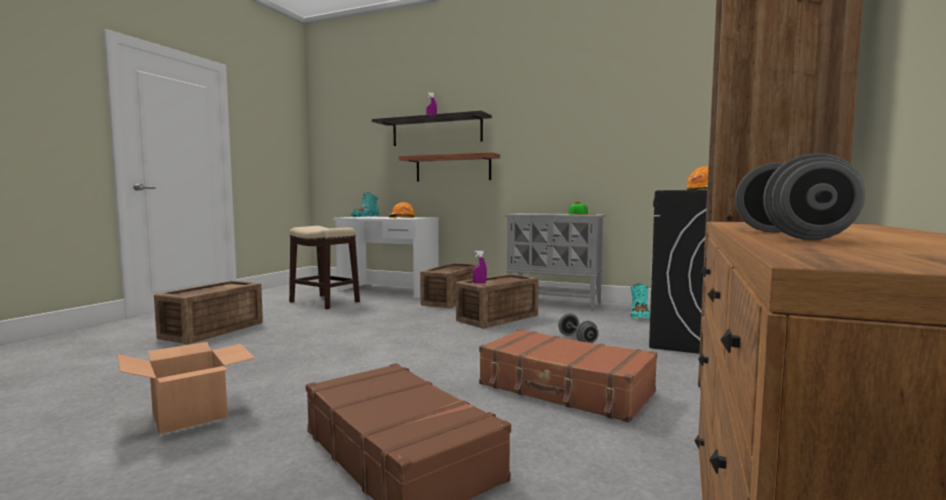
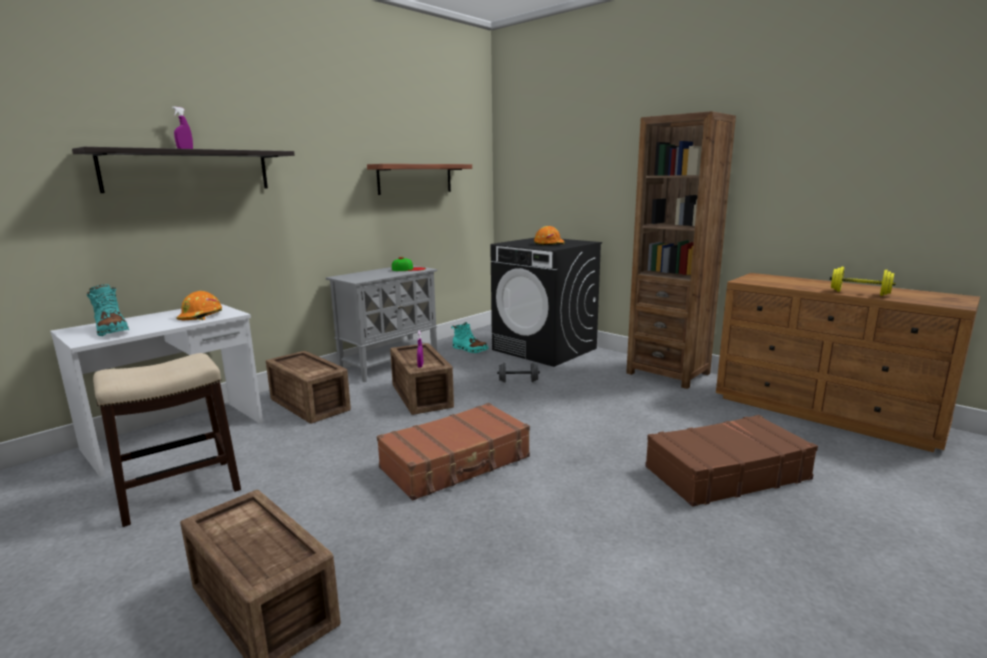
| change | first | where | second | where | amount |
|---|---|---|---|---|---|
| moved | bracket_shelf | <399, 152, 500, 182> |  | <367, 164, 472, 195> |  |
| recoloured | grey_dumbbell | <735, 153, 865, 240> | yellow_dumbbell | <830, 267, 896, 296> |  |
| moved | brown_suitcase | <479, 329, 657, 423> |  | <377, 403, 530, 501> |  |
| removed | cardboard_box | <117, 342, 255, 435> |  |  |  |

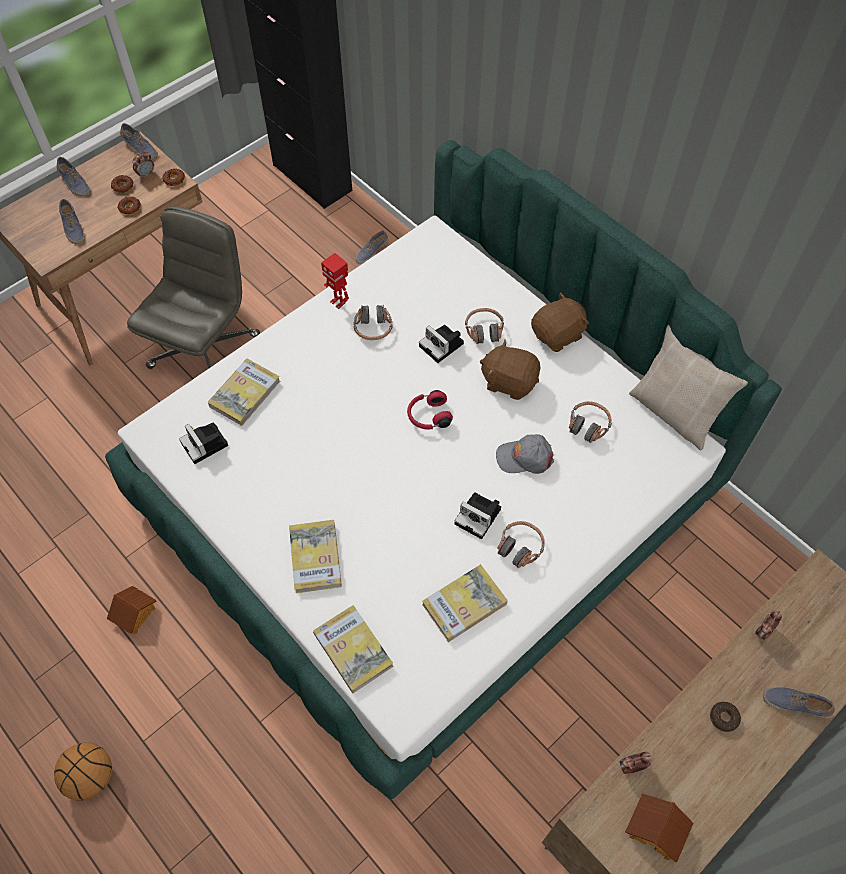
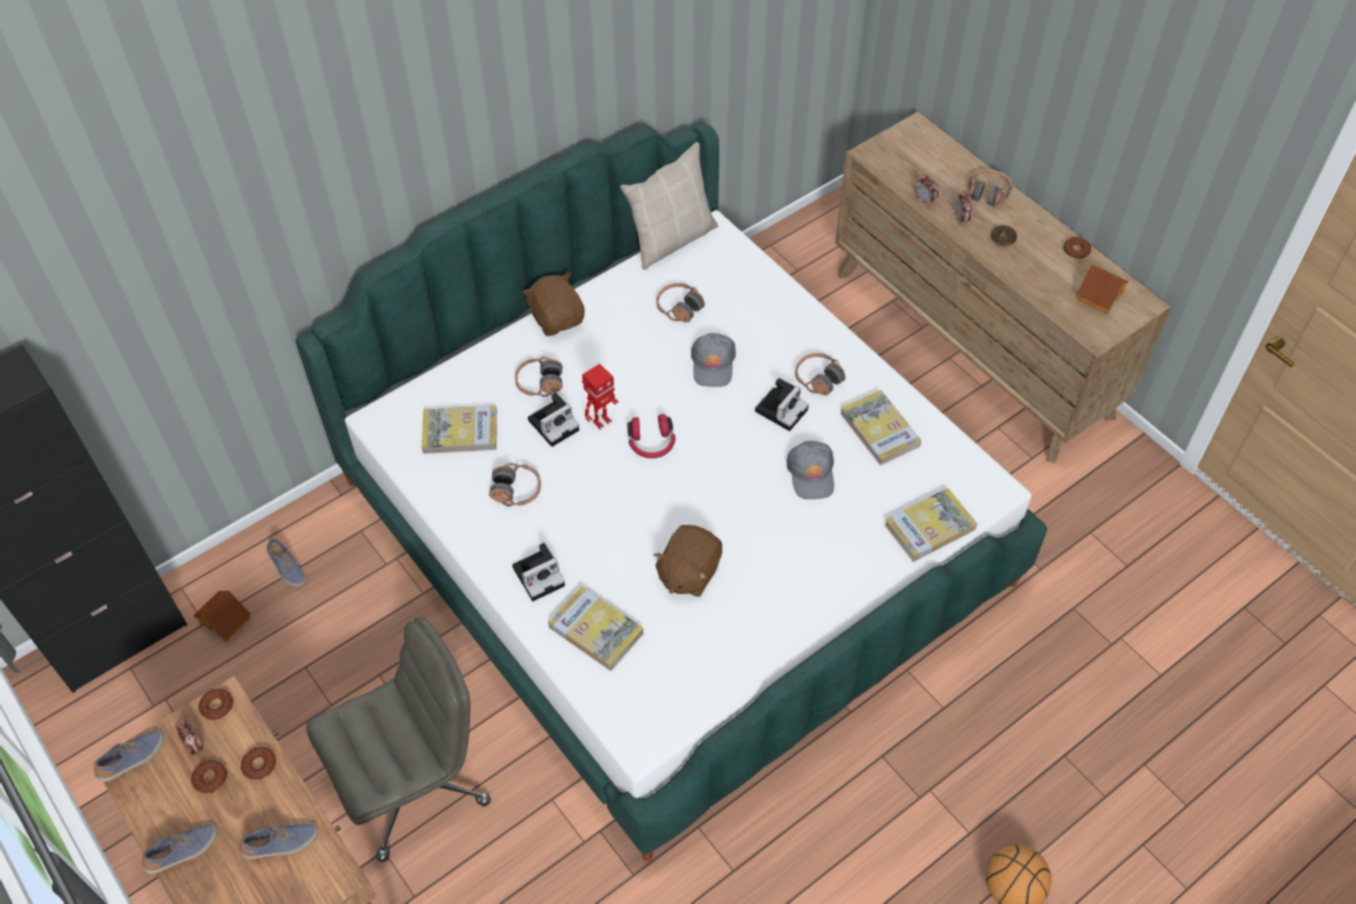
| change | first | where | second | where | amount |
|---|---|---|---|---|---|
| turned | grey_desk_chair | <127, 206, 260, 369> |  | <306, 617, 491, 862> | 120 degrees clockwise |
| moved | model_robot | <321, 253, 349, 309> |  | <582, 364, 619, 429> |  |
| moved | brown_plush_toy | <480, 340, 541, 400> |  | <653, 525, 722, 597> |  |
| moved | photo_camera | <179, 423, 228, 464> |  | <512, 543, 565, 601> |  |
| moved | volume | <289, 520, 342, 593> |  | <421, 406, 497, 454> |  |
| moved | model_house | <107, 586, 157, 634> |  | <193, 590, 251, 642> |  |
| replaced | low_shoe | <763, 687, 835, 718> | headphones | <969, 169, 1013, 207> |  |
| moved | table_clock | <620, 752, 652, 774> |  | <955, 191, 972, 225> |  |
| added |  |  | donut | <1063, 237, 1091, 259> |  |
| added |  |  | grey_baseball_cap | <786, 441, 834, 499> |  |

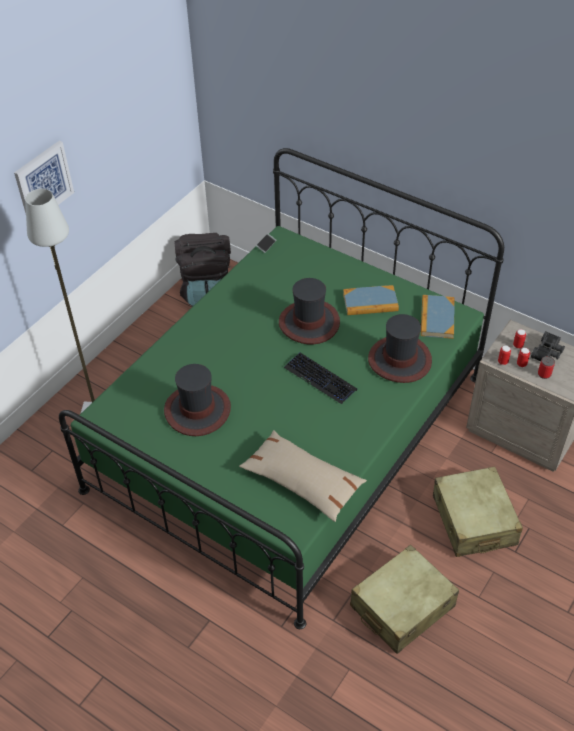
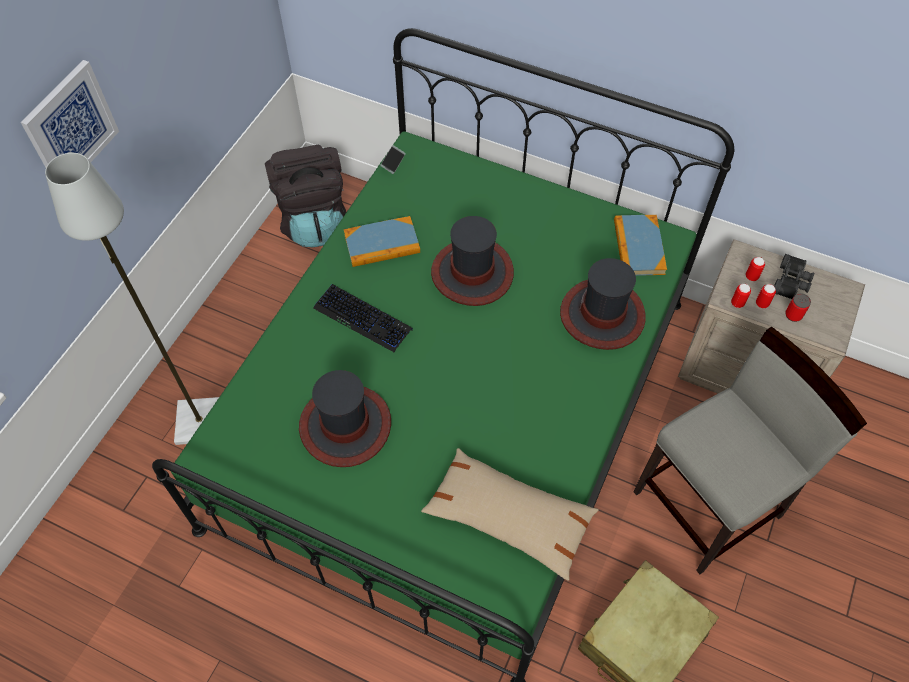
| change | first | where | second | where | amount |
|---|---|---|---|---|---|
| moved | volume | <343, 285, 399, 315> |  | <344, 216, 420, 267> |  |
| moved | computer_keyboard | <284, 353, 357, 404> |  | <313, 284, 413, 352> |  |
| replaced | sand-coloured_suitcase | <433, 466, 523, 557> | grey_chair | <633, 327, 867, 574> |  |

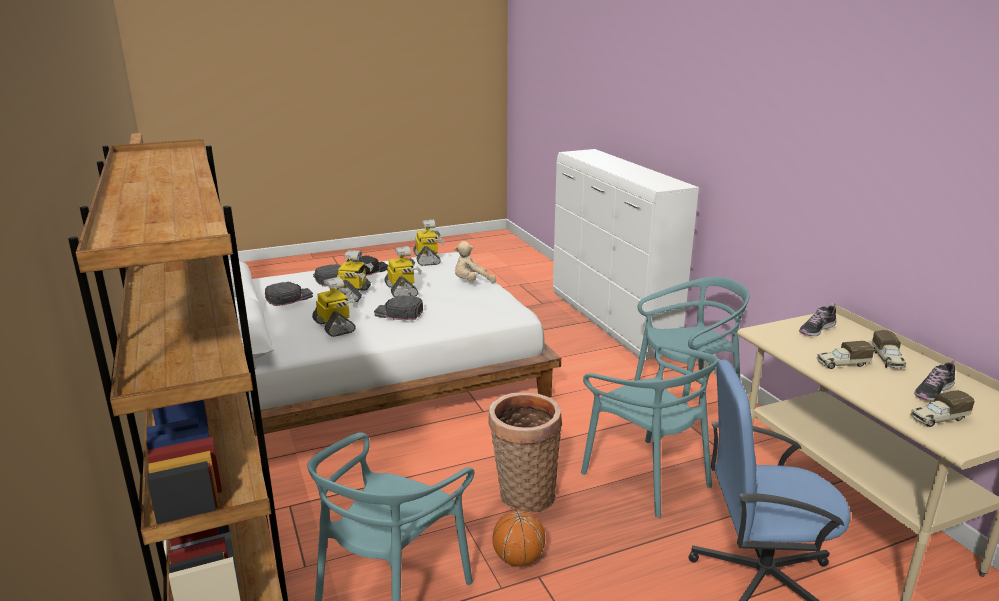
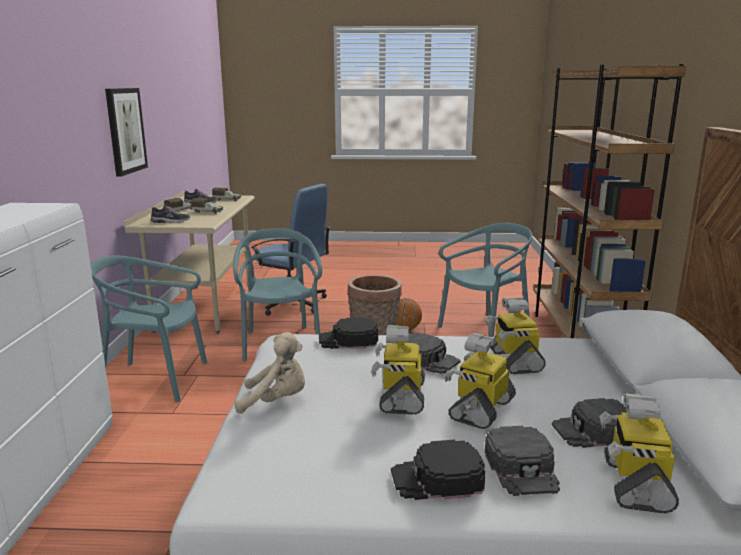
| change | first | where | second | where | amount |
|---|---|---|---|---|---|
| moved | model_robot | <413, 220, 444, 266> |  | <599, 393, 679, 513> |  |
| added |  |  | wall_art | <105, 88, 148, 177> |  |
| added |  |  | black_baseball_cap | <319, 317, 378, 349> |  |

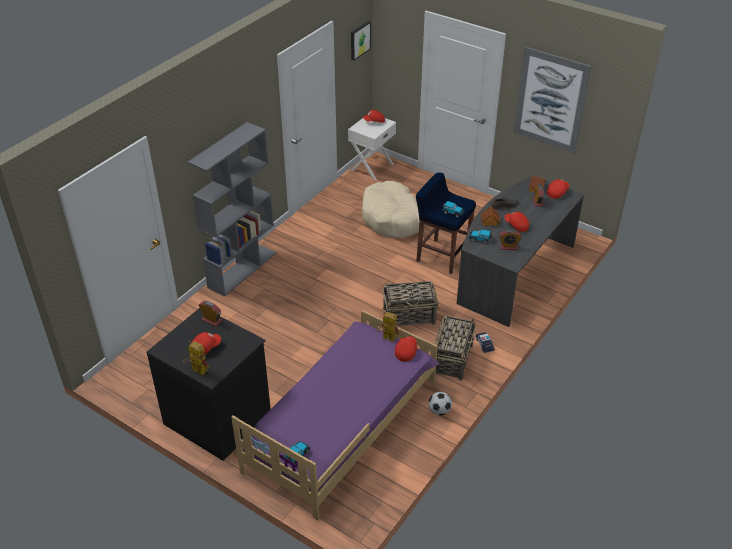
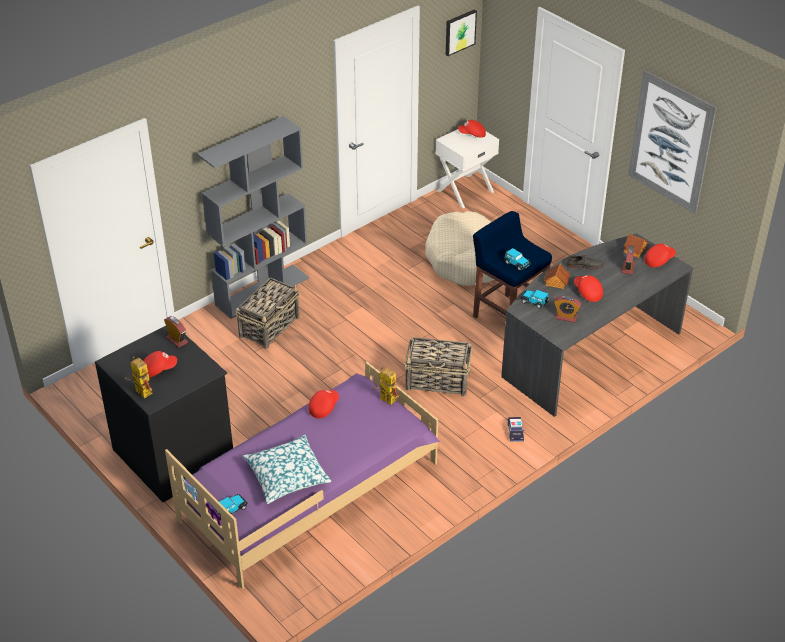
| change | first | where | second | where | amount |
|---|---|---|---|---|---|
| moved | basket | <435, 316, 476, 381> |  | <236, 277, 299, 349> |  |
| moved | red-coloured_baseball_cap | <395, 336, 417, 362> |  | <308, 390, 339, 419> |  |
| removed | football | <429, 392, 452, 415> |  |  |  |
| added |  |  | throw_pillow | <243, 435, 332, 504> |  |

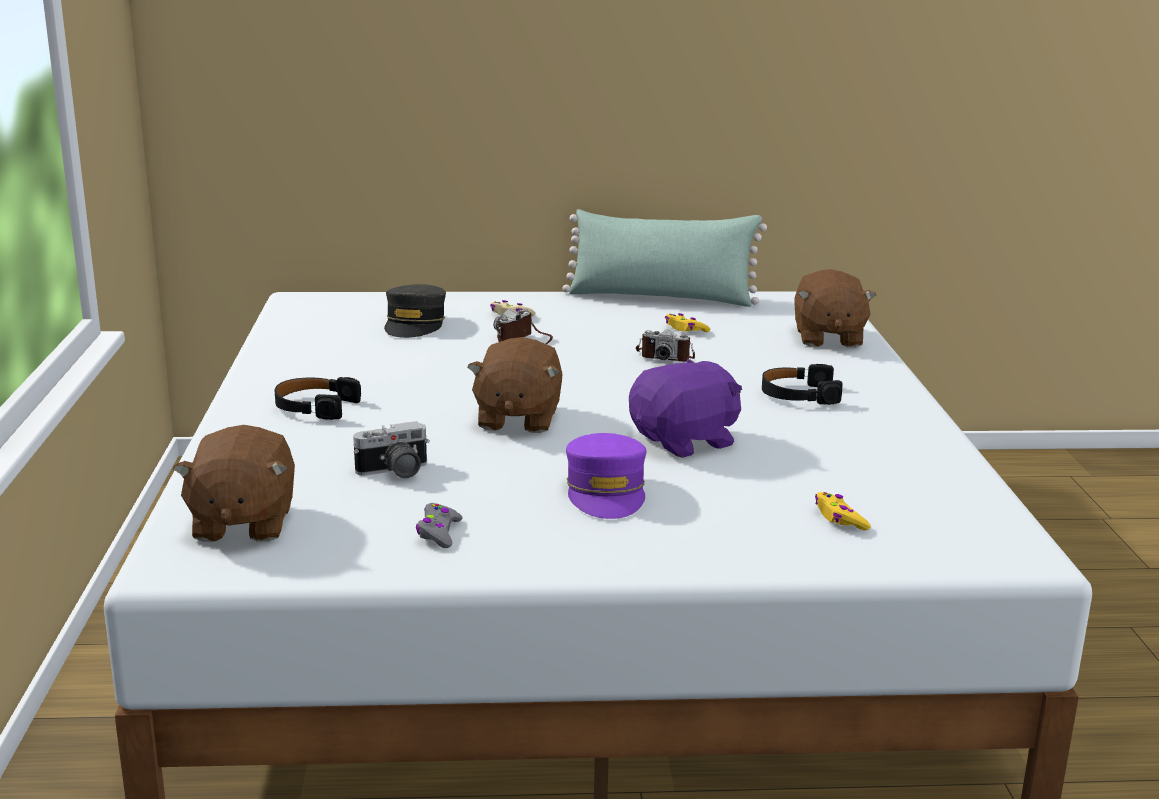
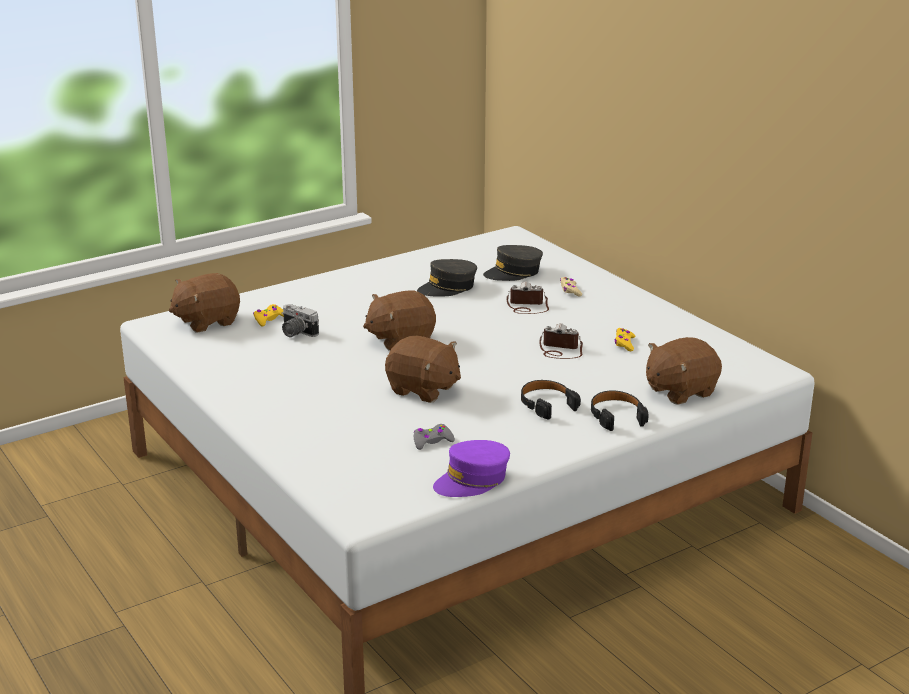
| change | first | where | second | where | amount |
|---|---|---|---|---|---|
| removed | green_throw_pillow | <562, 209, 767, 307> |  |  |  |
| turned | photo_camera | <636, 330, 695, 362> |  | <539, 323, 583, 359> | 120 degrees clockwise |
| recoloured | purple-coloured_plush_toy | <629, 359, 742, 458> | brown_plush_toy | <385, 336, 461, 403> |  |
| moved | black_headphones | <275, 377, 361, 420> |  | <591, 391, 648, 431> |  |
| moved | purple-coloured_baseball_cap | <566, 433, 646, 519> |  | <433, 440, 510, 497> |  |
| moved | yellow_game_controller | <815, 492, 871, 530> |  | <253, 304, 284, 326> |  |
| moved | grey_game_controller | <416, 503, 462, 548> |  | <414, 424, 455, 450> |  |
| added |  |  | grey_baseball_cap | <417, 259, 477, 296> |  |

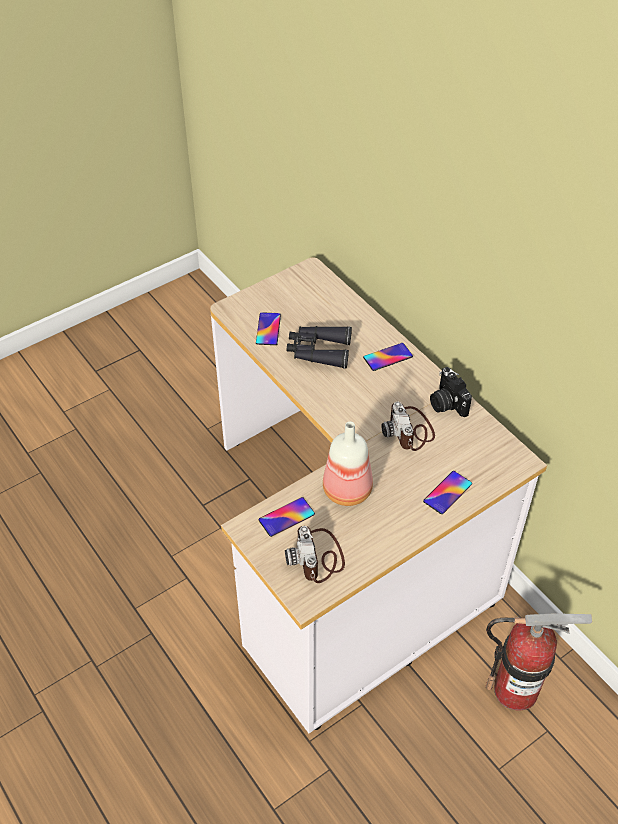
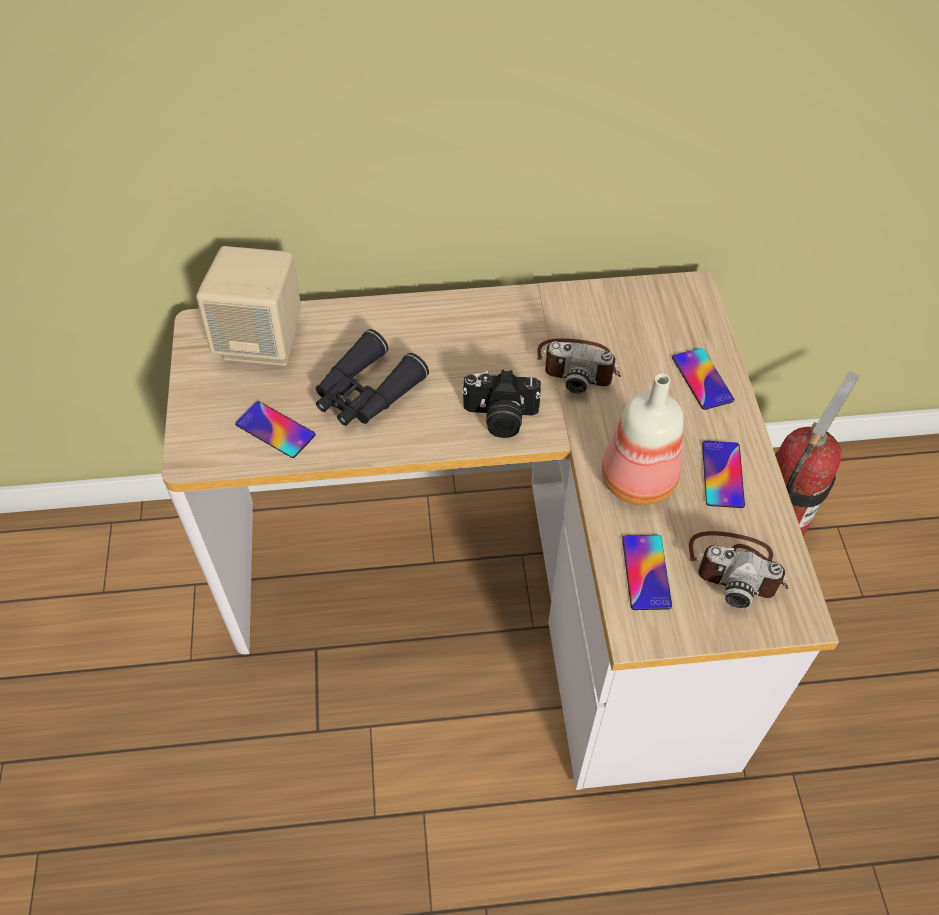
| change | first | where | second | where | amount |
|---|---|---|---|---|---|
| moved | phone | <363, 343, 413, 371> |  | <702, 441, 745, 508> |  |
| moved | photo_camera | <430, 367, 472, 417> |  | <462, 370, 541, 438> |  |
| added |  |  | sand-coloured_speaker | <196, 246, 301, 366> |  |

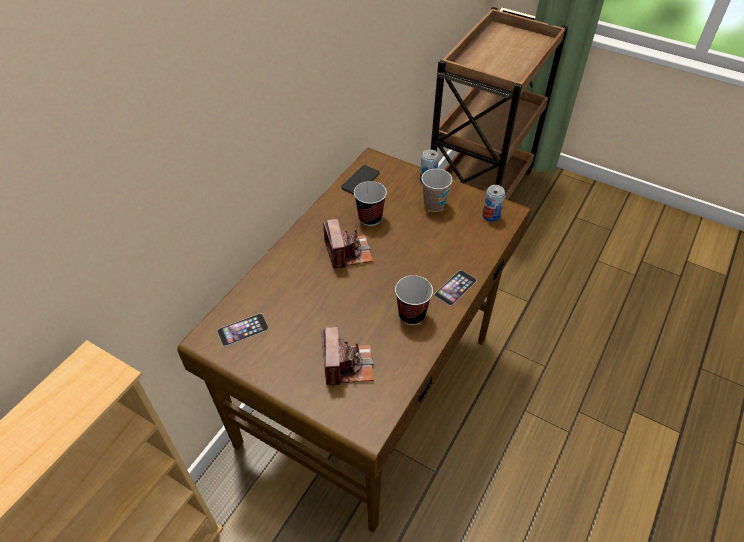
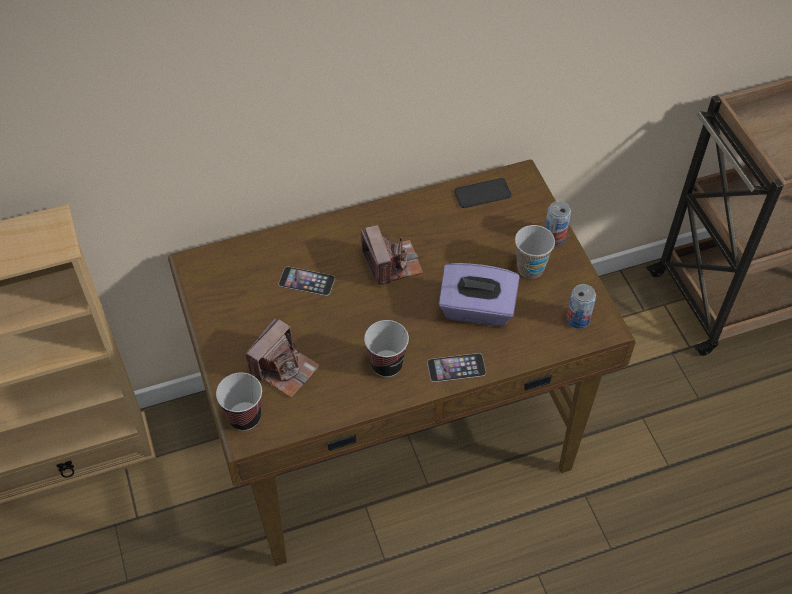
| change | first | where | second | where | amount |
|---|---|---|---|---|---|
| moved | cup | <354, 181, 387, 226> |  | <216, 373, 262, 431> |  |
| turned | photo_camera | <323, 219, 373, 270> |  | <361, 225, 423, 287> | 45 degrees counterclockwise |
| moved | phone | <217, 314, 269, 346> |  | <278, 267, 335, 296> |  |
| added |  |  | purple-coloured_box_of_tissues | <439, 263, 519, 326> |  |

